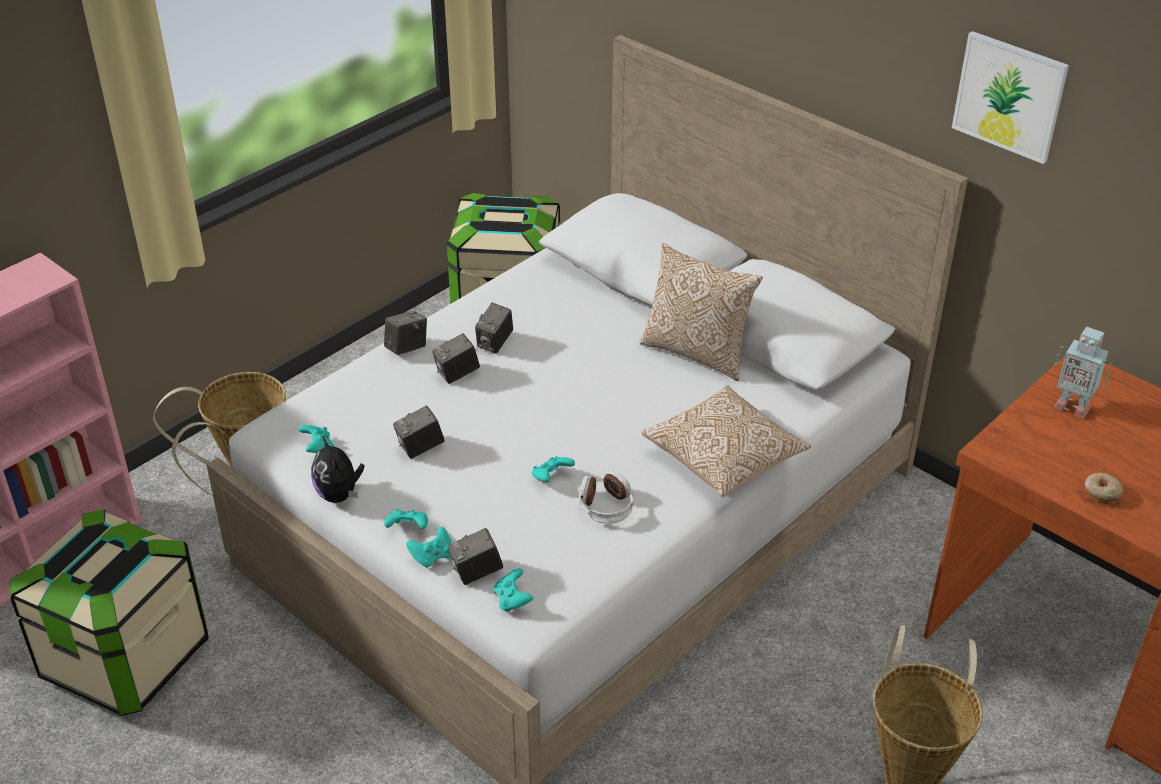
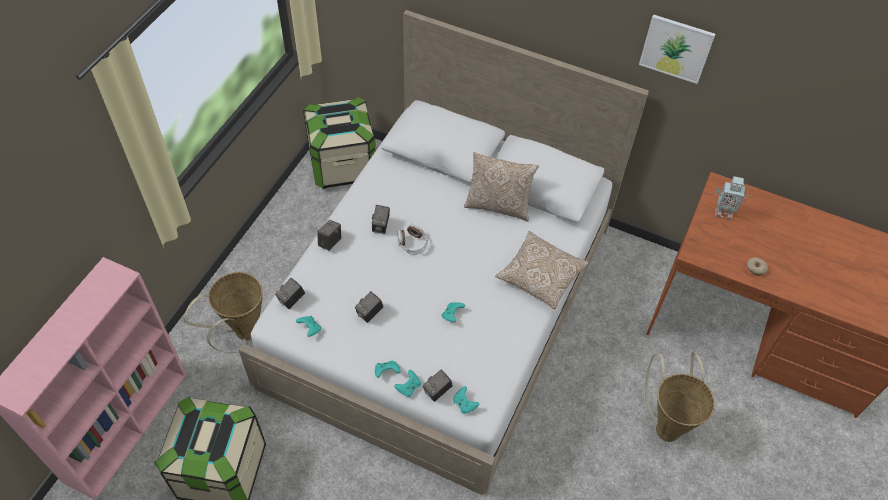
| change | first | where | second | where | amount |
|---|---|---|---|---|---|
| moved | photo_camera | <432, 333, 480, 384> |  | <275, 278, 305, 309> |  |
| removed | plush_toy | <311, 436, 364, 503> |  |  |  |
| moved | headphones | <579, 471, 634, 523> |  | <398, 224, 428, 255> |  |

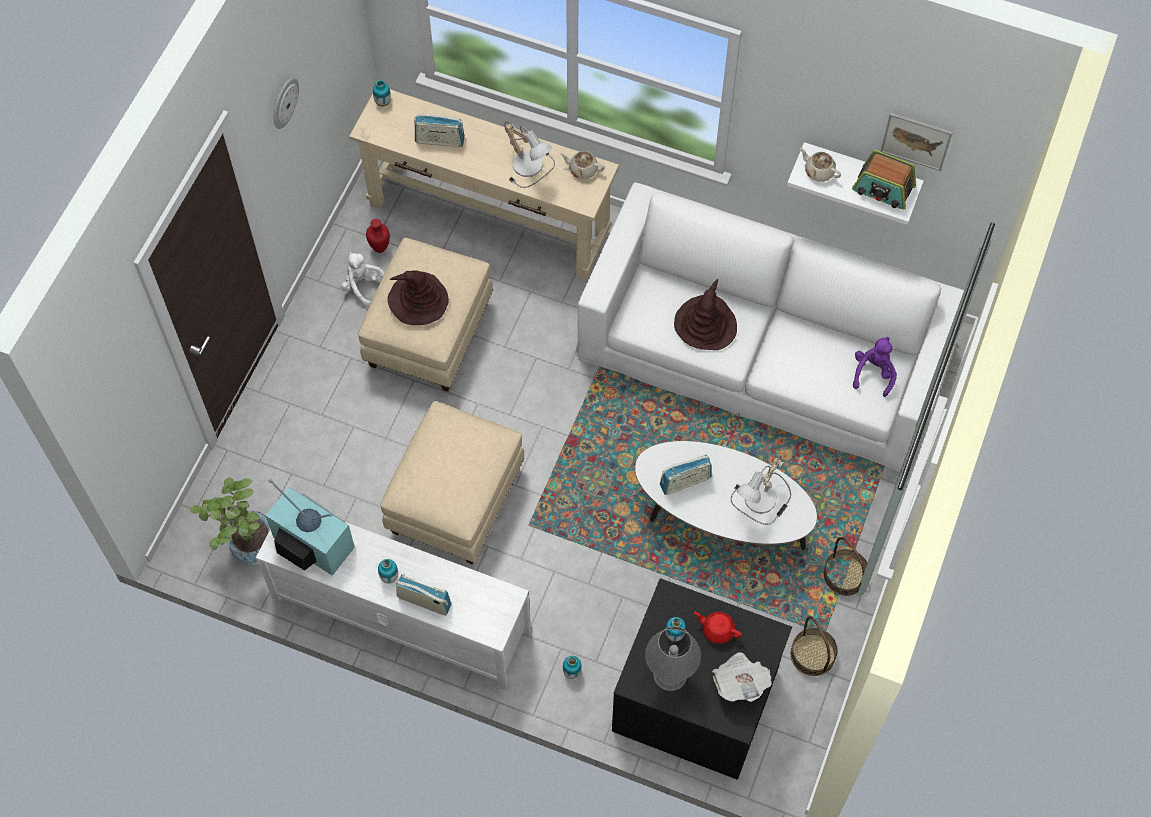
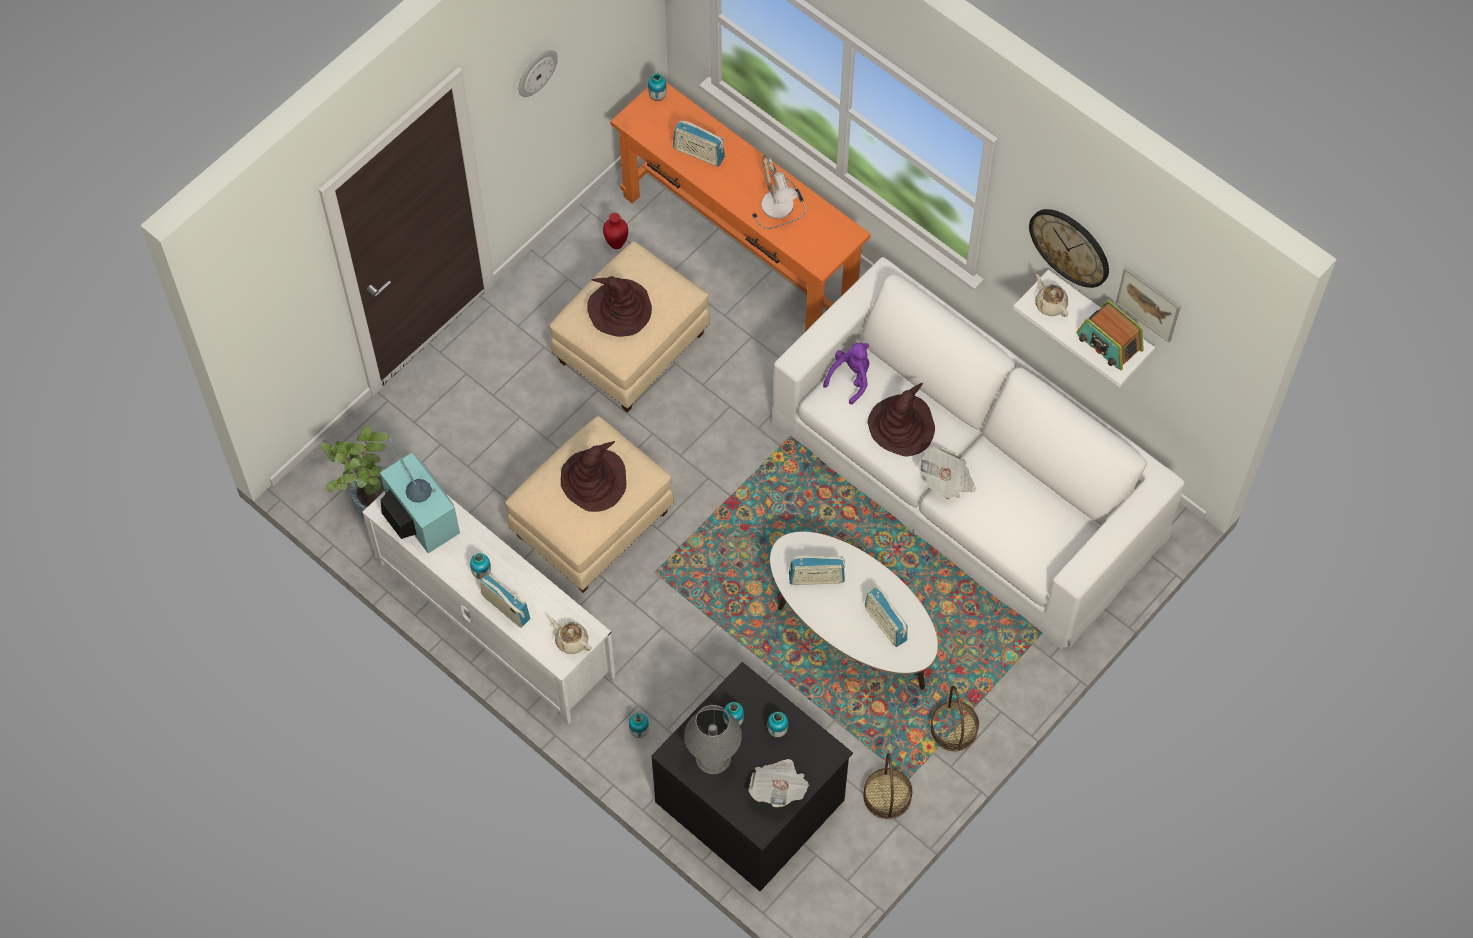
| change | first | where | second | where | amount |
|---|---|---|---|---|---|
| recoloured | sand-coloured_narrow_table | <349, 89, 619, 279> | orange-coloured_narrow_table | <610, 82, 871, 332> |  |
| moved | sand-coloured_pot_for_tea | <560, 151, 605, 179> |  | <548, 617, 592, 654> |  |
| removed | white-coloured_plush_toy | <341, 252, 384, 308> |  |  |  |
| moved | purple-coloured_plush_toy | <853, 337, 897, 397> |  | <823, 343, 869, 405> |  |
| replaced | table_lamp | <731, 455, 791, 525> | radio | <865, 587, 908, 647> |  |
| replaced | red-coloured_pot_for_tea | <694, 612, 742, 644> | vase | <767, 712, 788, 738> |  |
| added |  |  | wall_clock | <1029, 209, 1109, 288> |  |
| added |  |  | brown_hat | <561, 441, 626, 512> |  |
| added |  |  | printed_paper | <918, 446, 976, 499> |  |

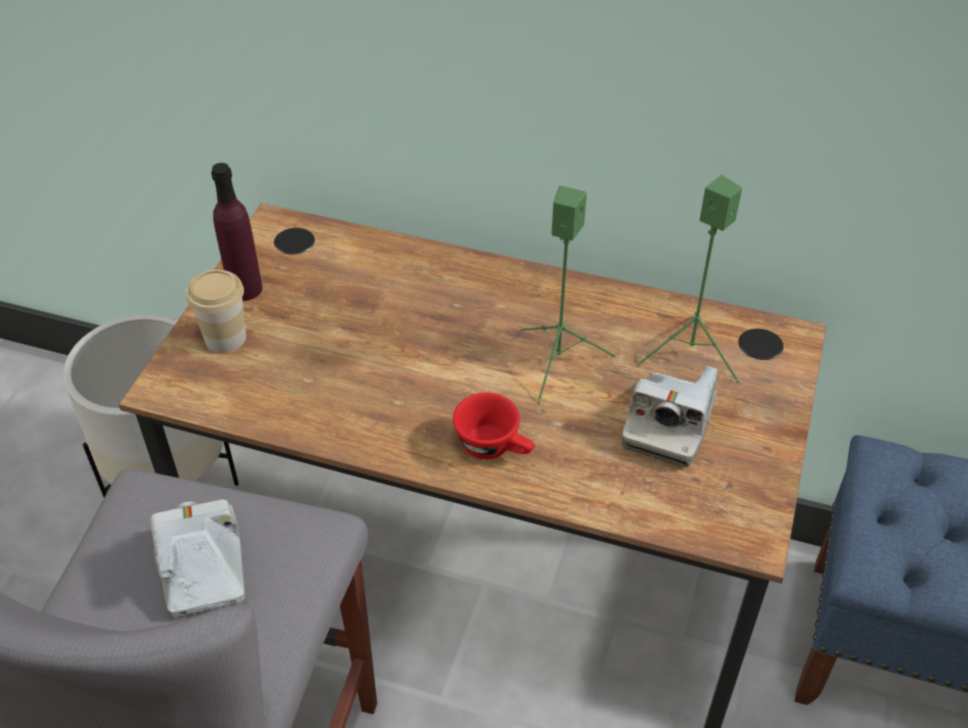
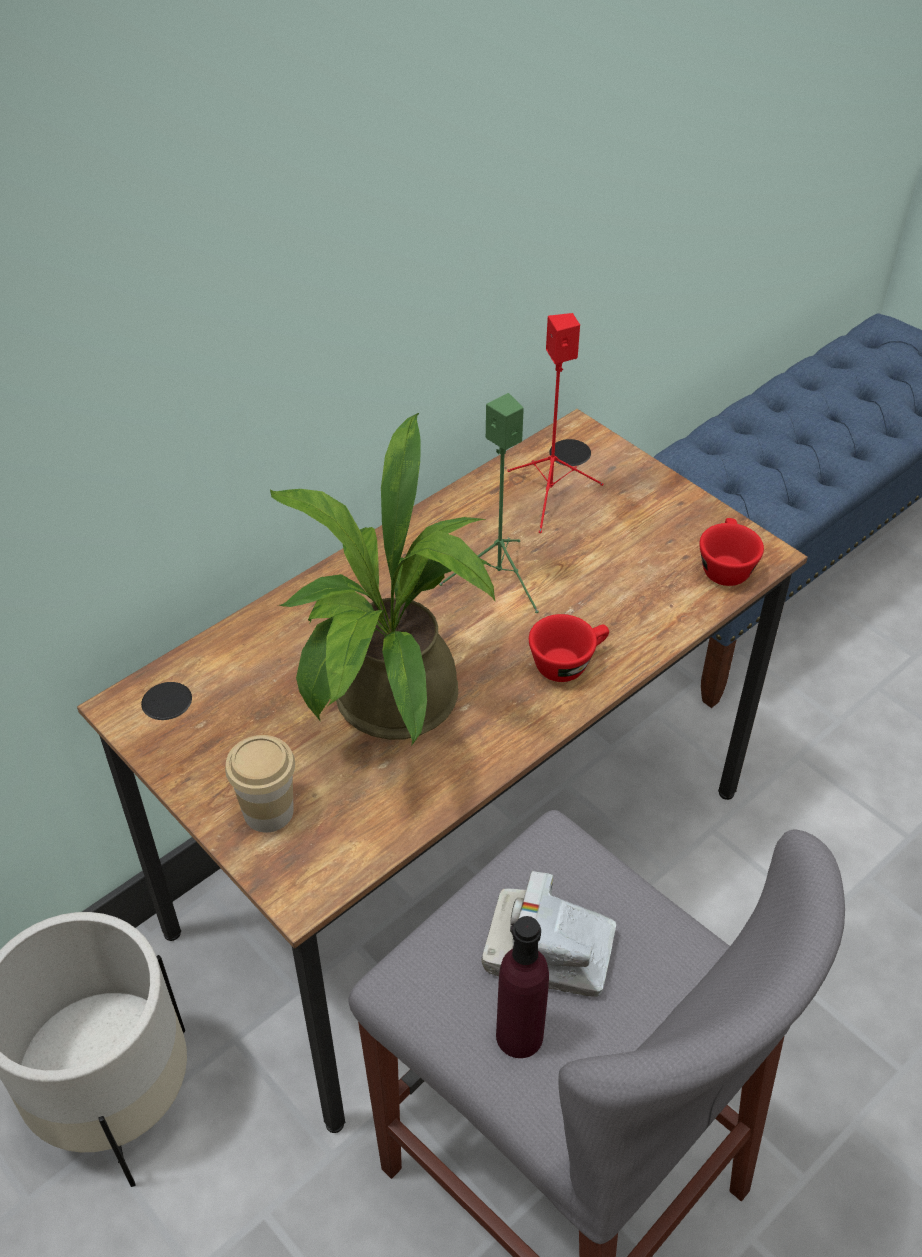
| change | first | where | second | where | amount |
|---|---|---|---|---|---|
| moved | purple-coloured_drink_bottle | <211, 163, 262, 301> |  | <496, 916, 549, 1058> |  |
| recoloured | green_speaker | <636, 175, 742, 383> | red-coloured_speaker | <507, 313, 603, 533> |  |
| removed | photo_camera | <622, 366, 718, 467> |  |  |  |
| added |  |  | potted_plant | <270, 413, 495, 746> |  |
| added |  |  | red-coloured_cup | <699, 518, 764, 586> |  |

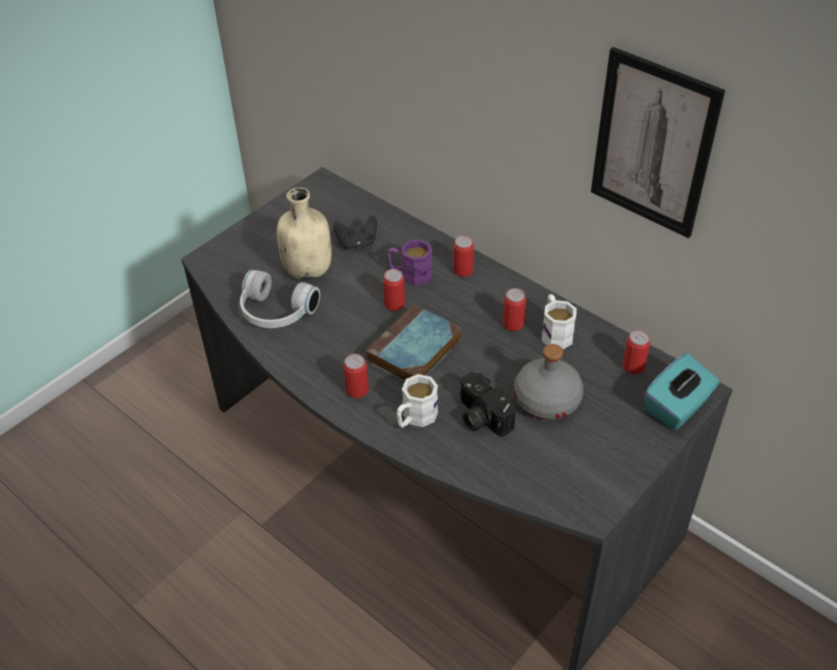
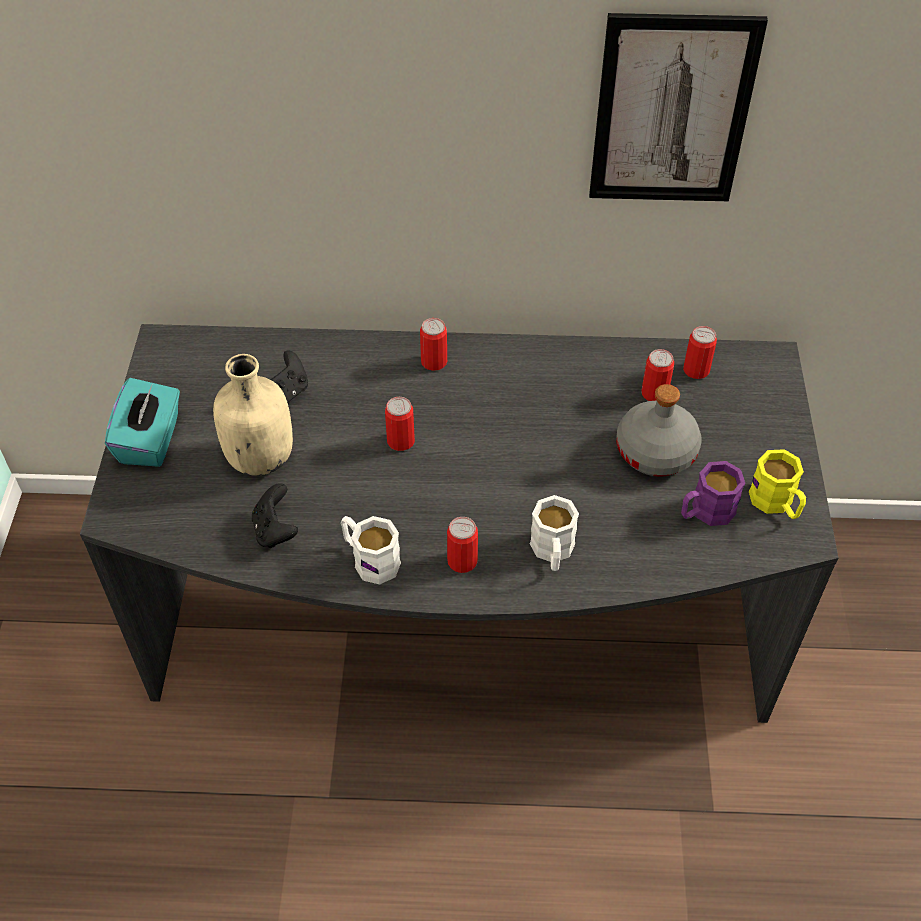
| change | first | where | second | where | amount |
|---|---|---|---|---|---|
| moved | purple-coloured_tea_mug | <388, 239, 433, 286> |  | <681, 461, 745, 526> |  |
| replaced | white-coloured_headphones | <240, 270, 320, 328> | black_game_controller | <252, 483, 298, 548> |  |
| moved | can | <503, 288, 526, 331> |  | <641, 349, 674, 401> |  |
| moved | white-coloured_tea_mug | <542, 294, 577, 349> |  | <341, 516, 401, 585> |  |
| removed | volume | <365, 304, 461, 382> |  |  |  |
| moved | blue-green_box_of_tissues | <645, 353, 720, 430> |  | <105, 378, 180, 467> |  |
| removed | photo_camera | <458, 372, 516, 437> |  |  |  |
| added |  |  | yellow_tea_mug | <749, 449, 806, 519> |  |

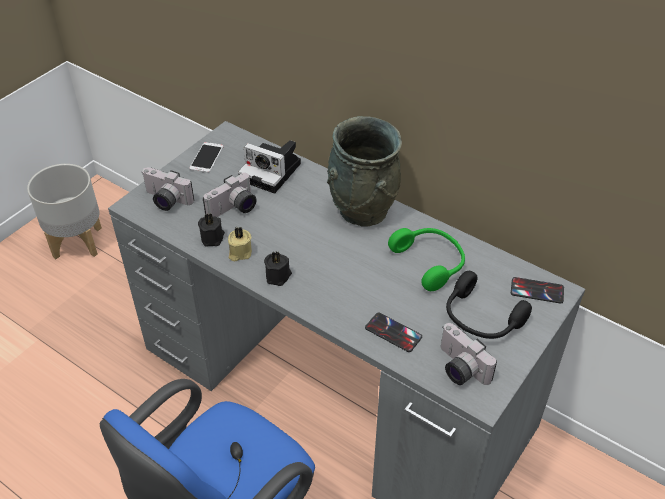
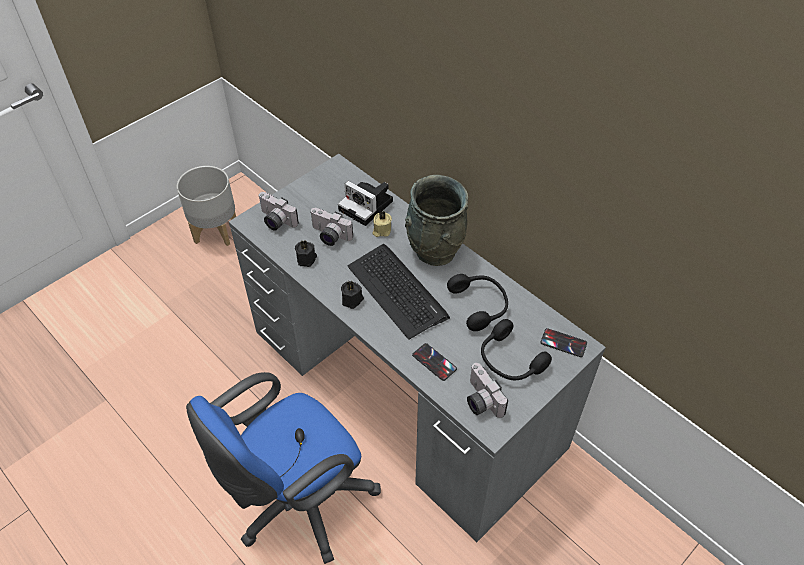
| change | first | where | second | where | amount |
|---|---|---|---|---|---|
| removed | phone | <190, 142, 223, 173> |  |  |  |
| turned | photo_camera | <203, 173, 257, 217> |  | <310, 208, 353, 246> | 60 degrees clockwise |
| moved | sand-coloured_wax_candle | <228, 226, 252, 261> |  | <372, 211, 392, 237> |  |
| recoloured | green_headphones | <388, 228, 465, 291> | black_headphones | <447, 274, 508, 331> |  |
| added |  |  | computer_keyboard | <348, 244, 450, 340> |  |

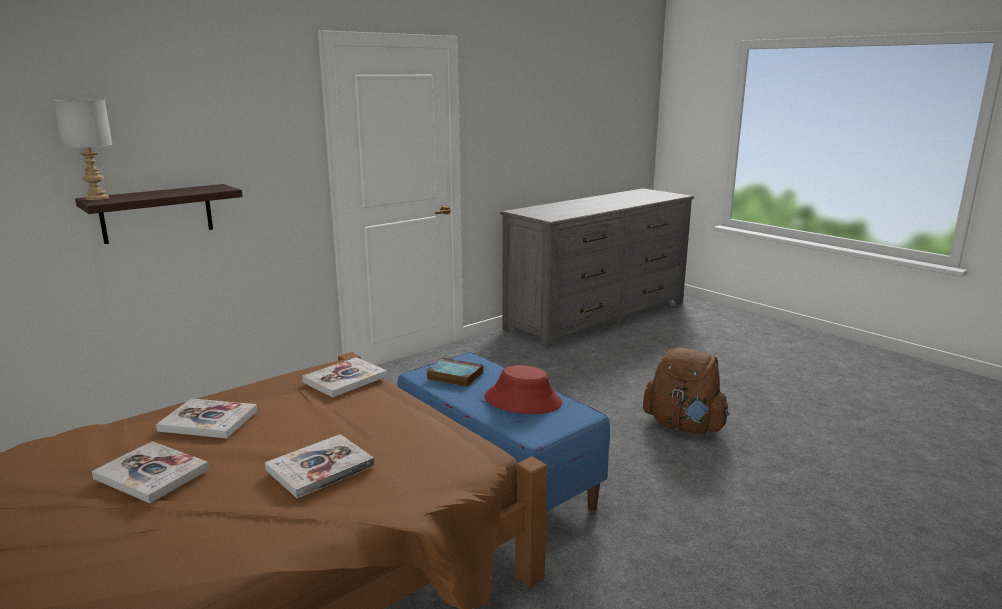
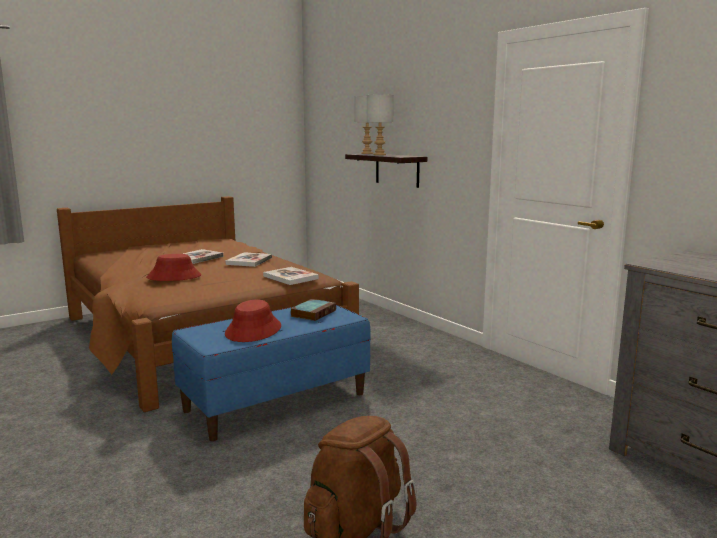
| change | first | where | second | where | amount |
|---|---|---|---|---|---|
| replaced | volume | <265, 434, 375, 498> | red-coloured_hat | <146, 254, 201, 281> |  |
| added |  |  | grey_table_lamp | <367, 94, 394, 155> |  |

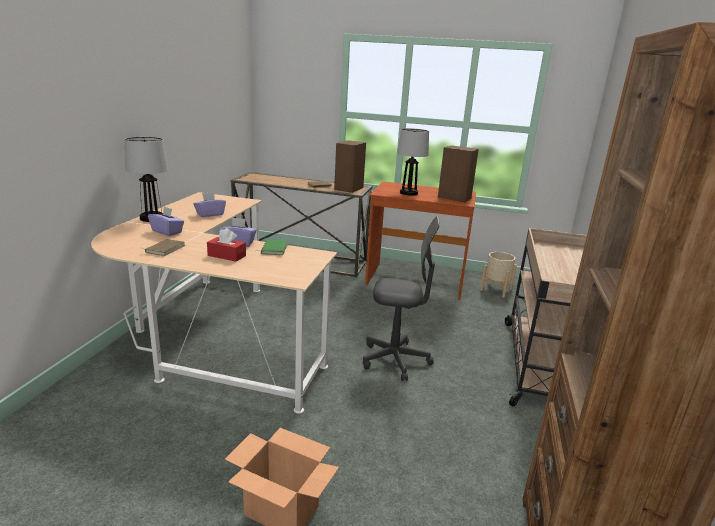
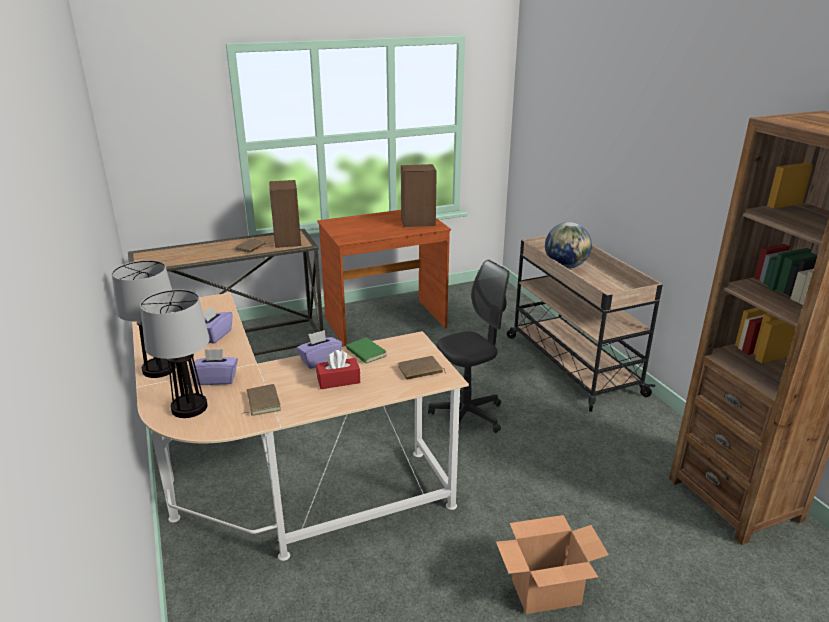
| change | first | where | second | where | amount |
|---|---|---|---|---|---|
| moved | table_lamp | <397, 128, 429, 196> |  | <140, 289, 210, 418> |  |
| removed | sand-coloured_planter | <480, 252, 517, 297> |  |  |  |
| added |  |  | world_globe | <545, 222, 592, 269> |  |
| added |  |  | brown_volume | <398, 356, 446, 380> |  |

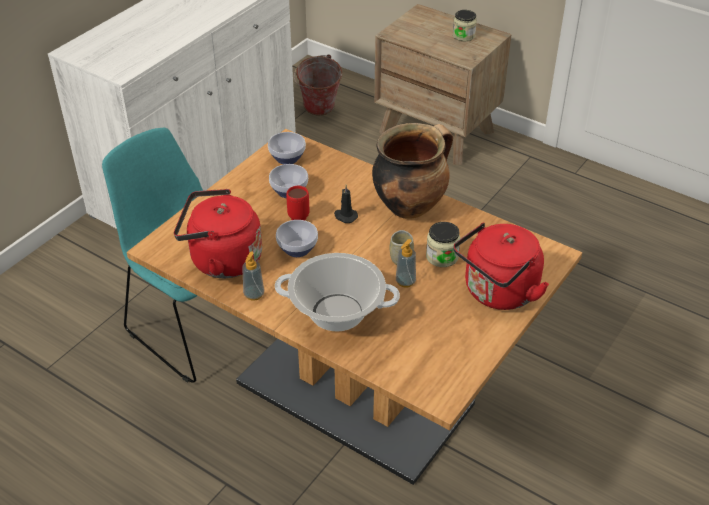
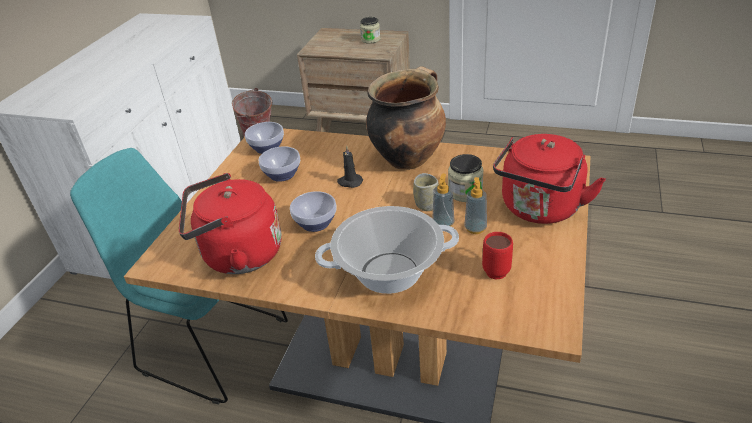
| change | first | where | second | where | amount |
|---|---|---|---|---|---|
| moved | red-coloured_tea_mug | <286, 186, 310, 220> |  | <482, 232, 513, 280> |  |
| moved | soap_dispenser | <242, 252, 264, 301> |  | <464, 177, 487, 234> |  |

